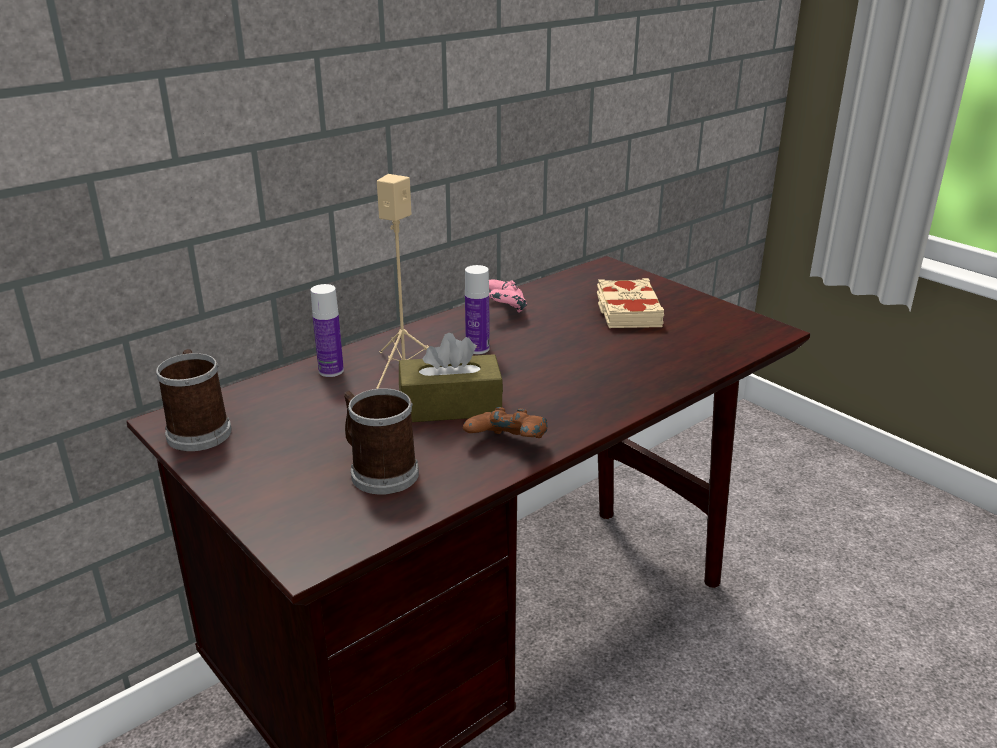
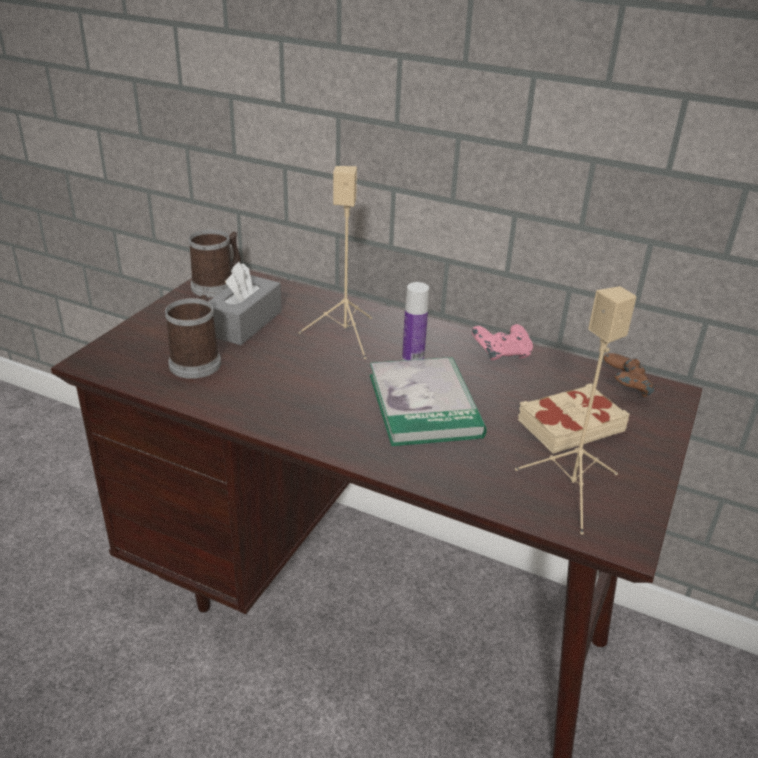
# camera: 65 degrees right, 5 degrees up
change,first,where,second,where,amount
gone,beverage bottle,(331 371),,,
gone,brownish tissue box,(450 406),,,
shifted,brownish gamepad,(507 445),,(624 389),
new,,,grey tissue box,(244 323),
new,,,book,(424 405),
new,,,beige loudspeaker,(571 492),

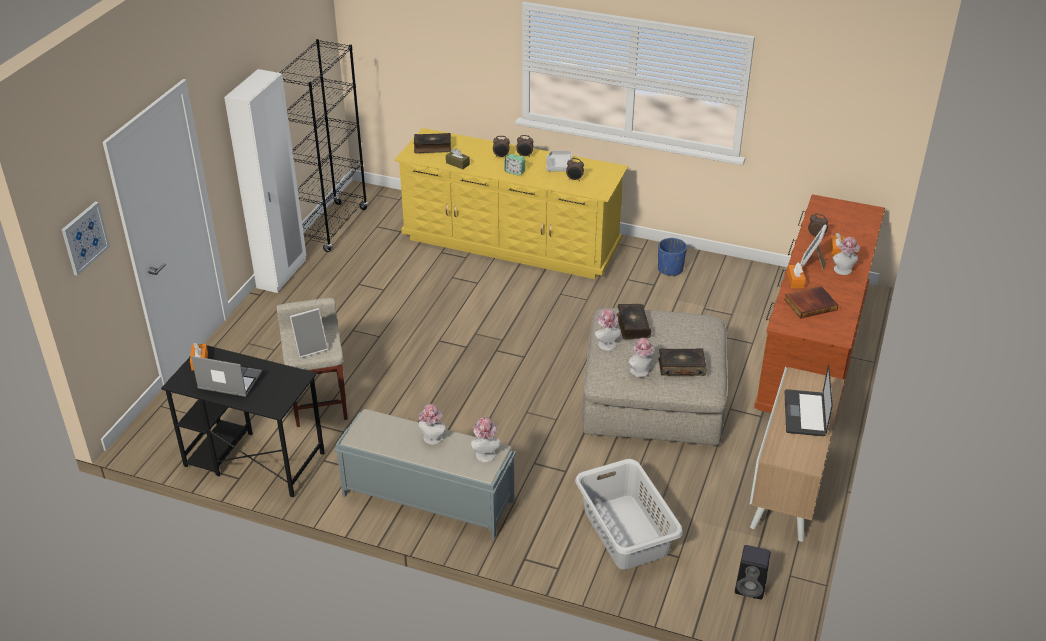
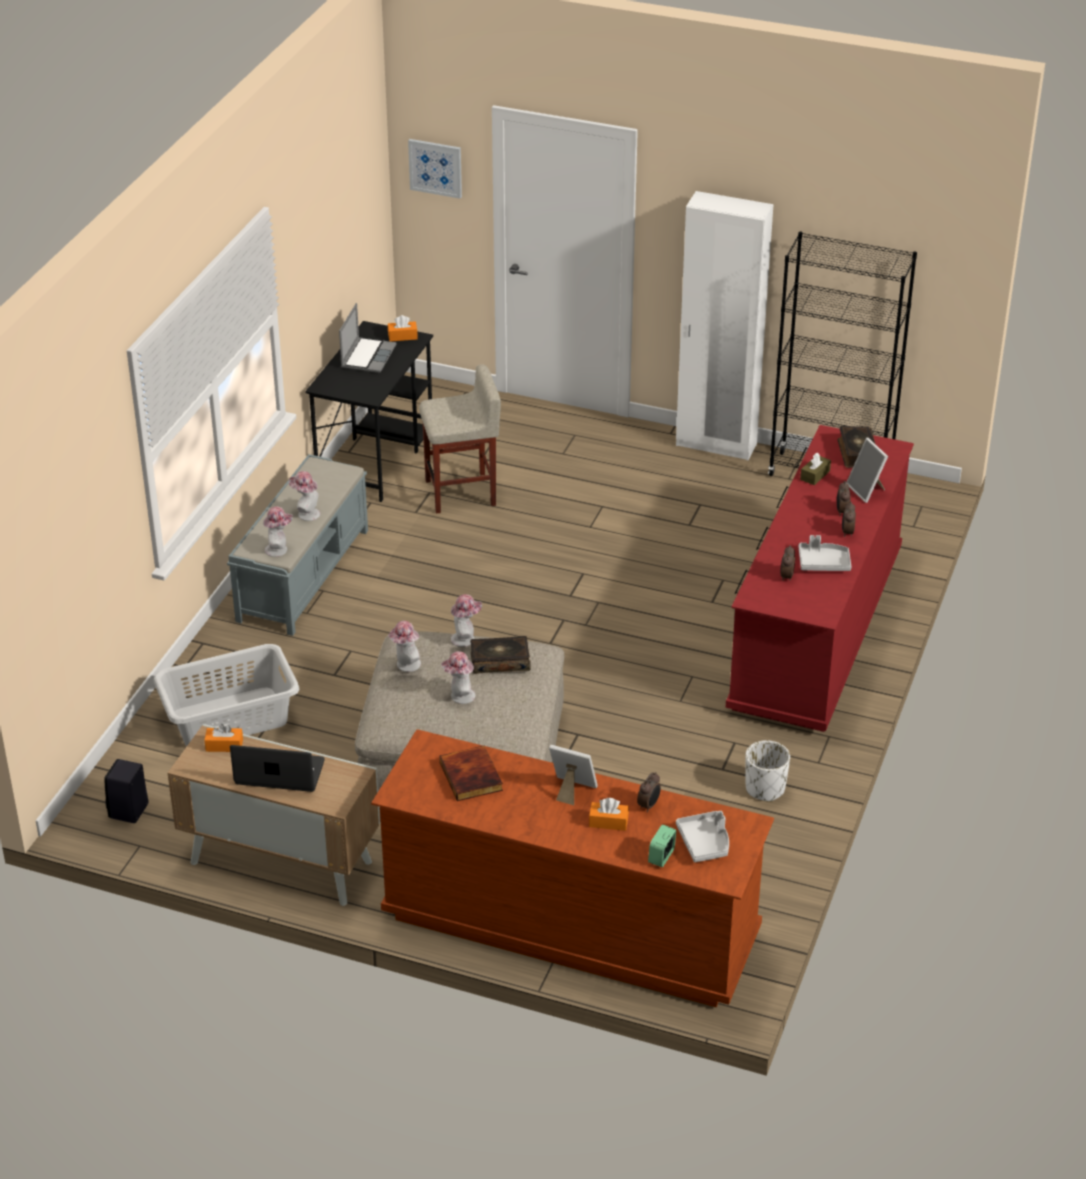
# camera: 90 degrees right, 0 degrees up
change,first,where,second,where,amount
shifted,picture frame,(311 348),,(867 490),
repainted,yellowish drawer chest,(511 242),reddish drawer chest,(815 631),
shifted,alarm clock,(515 172),,(661 857),
repainted,bluish flower pot,(670 269),white flower pot,(765 789),
gone,book,(681 367),,,
shifted,orangey tissue box,(795 281),,(224 745),
shifted,clothing hat,(843 271),,(459 696),
new,,,grey tray,(705 843),

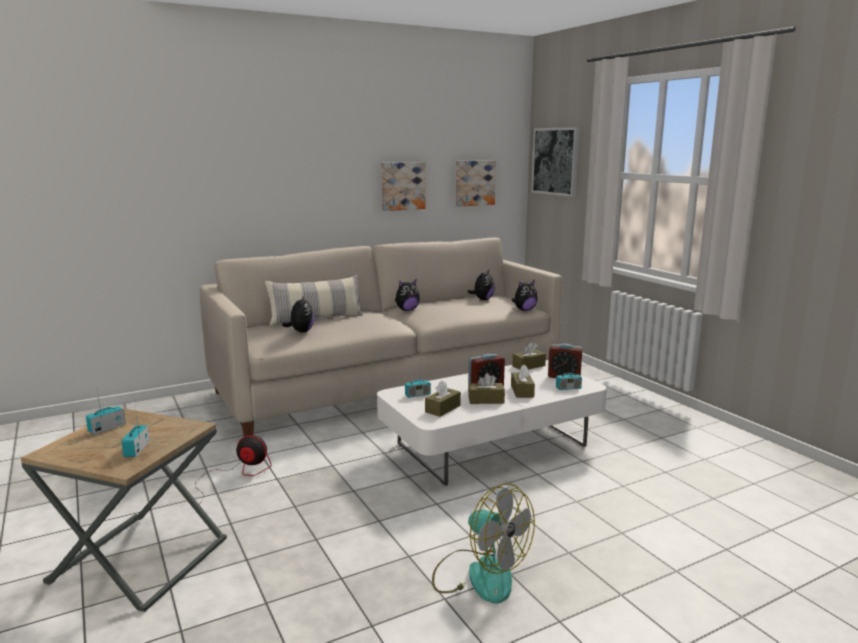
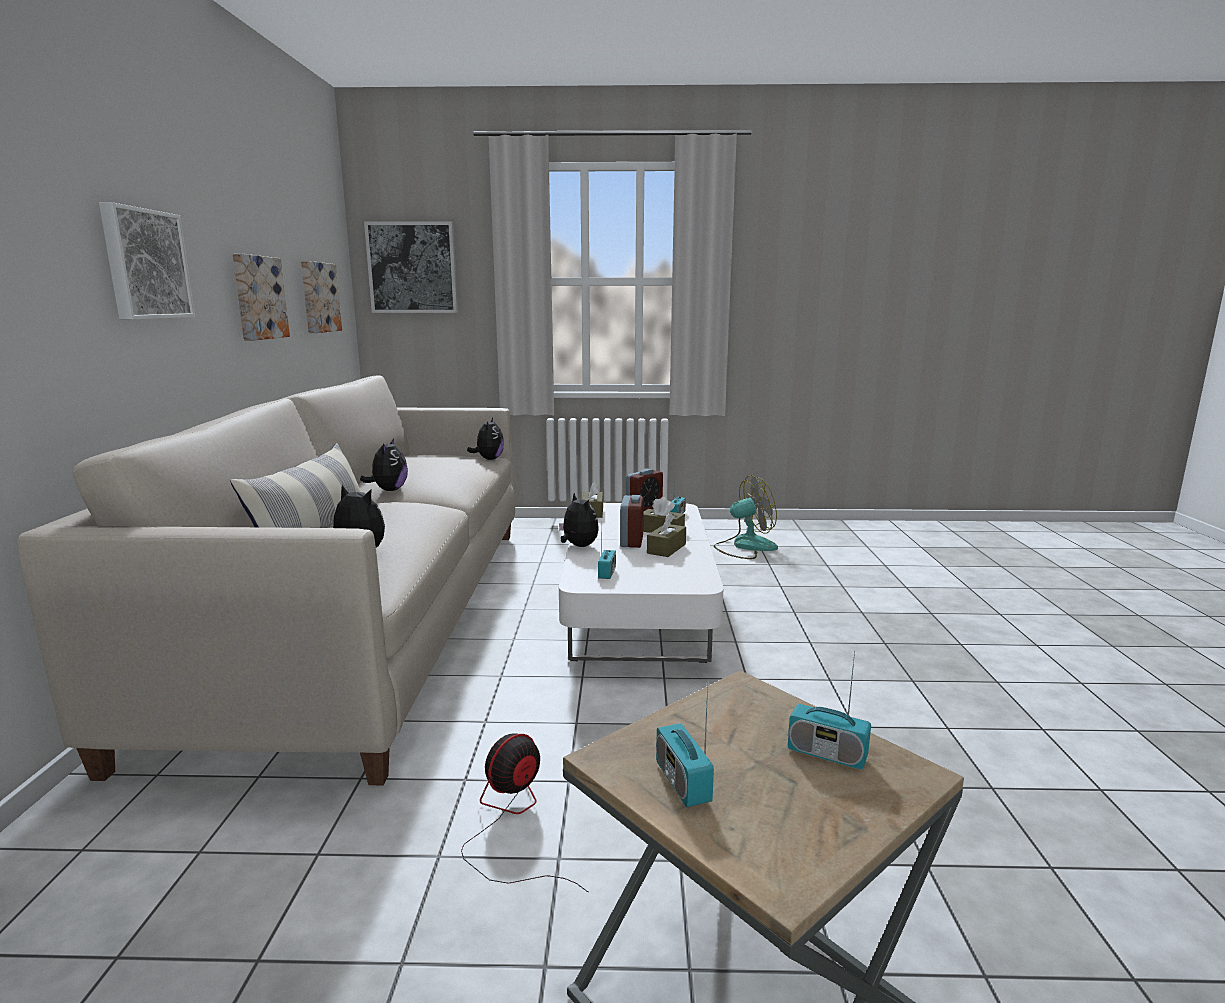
# camera: 60 degrees left, 0 degrees up
change,first,where,second,where,amount
gone,brownish tissue box,(442 409),,,
shifted,cooling fan,(479 574),,(745 546),
shifted,cuddly toy,(482 299),,(578 546),
new,,,picture,(144 264),

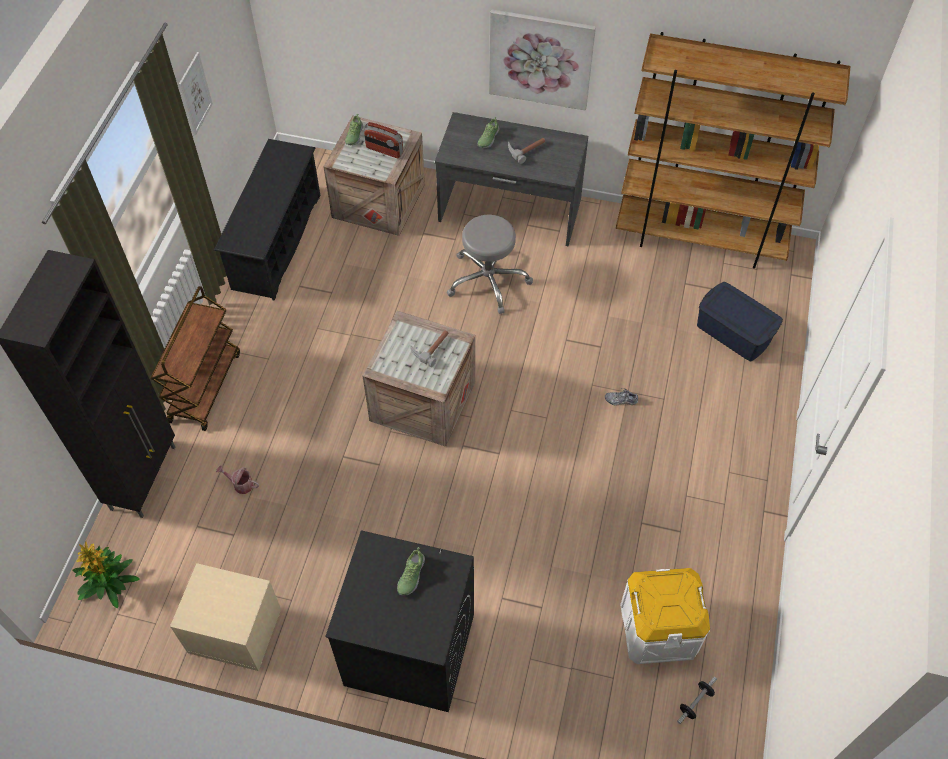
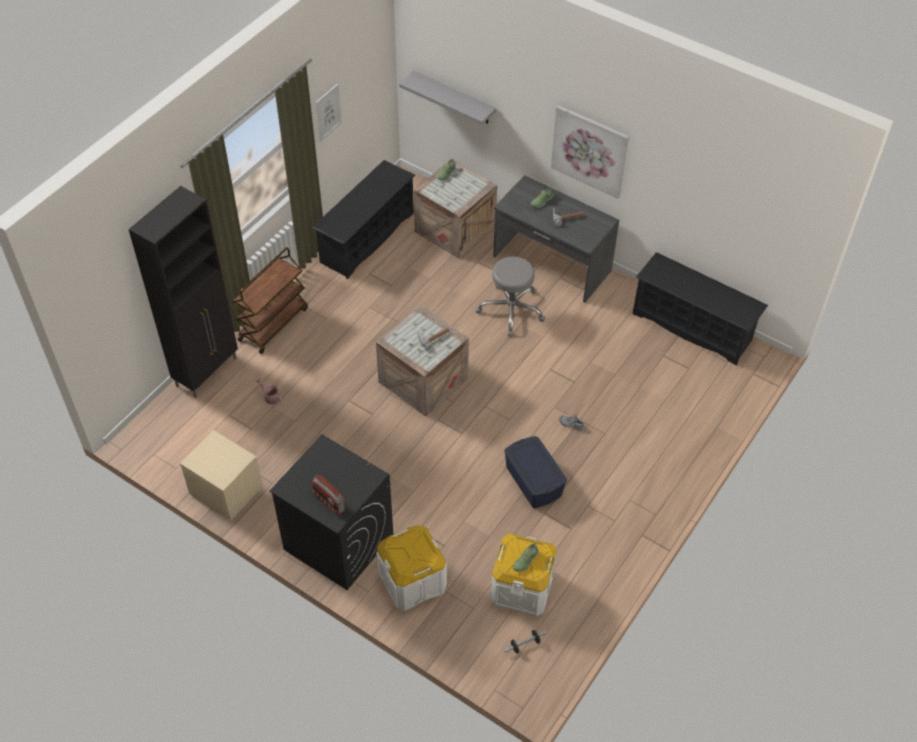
# camera: 20 degrees right, 5 degrees down
change,first,where,second,where,amount
gone,plant in a pot,(110 583),,,
shifted,radio receiver,(384 150),,(329 501),
shifted,item of footwear,(410 576),,(525 560),
swapped,brownish bookcase,(700 240),black shoe stand,(692 327),
shifted,bluish storage bin,(734 332),,(533 481),
new,,,white storage bin,(412 581),
new,,,grey wall shelf,(454 98),

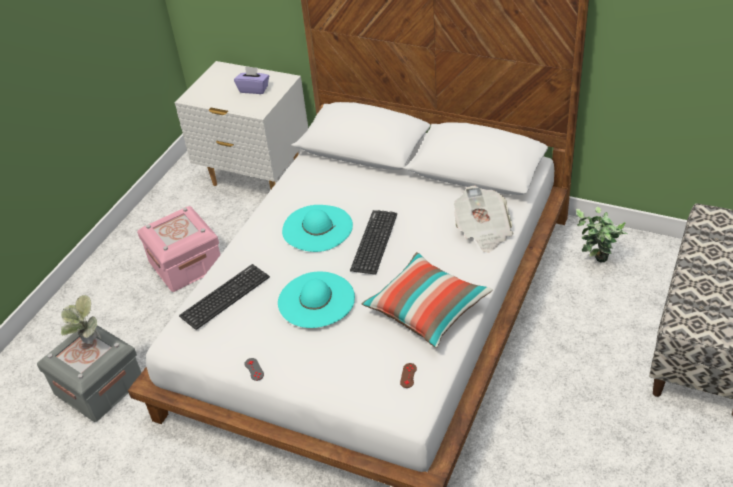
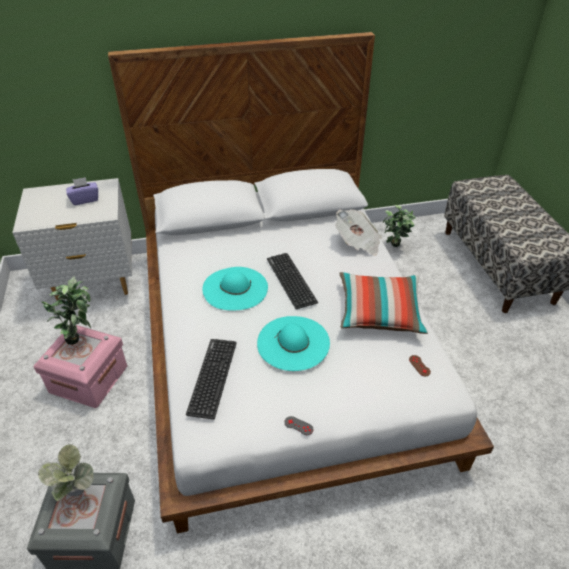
# camera: 40 degrees left, 0 degrees up
change,first,where,second,where,amount
new,,,plant in a pot,(80 336),

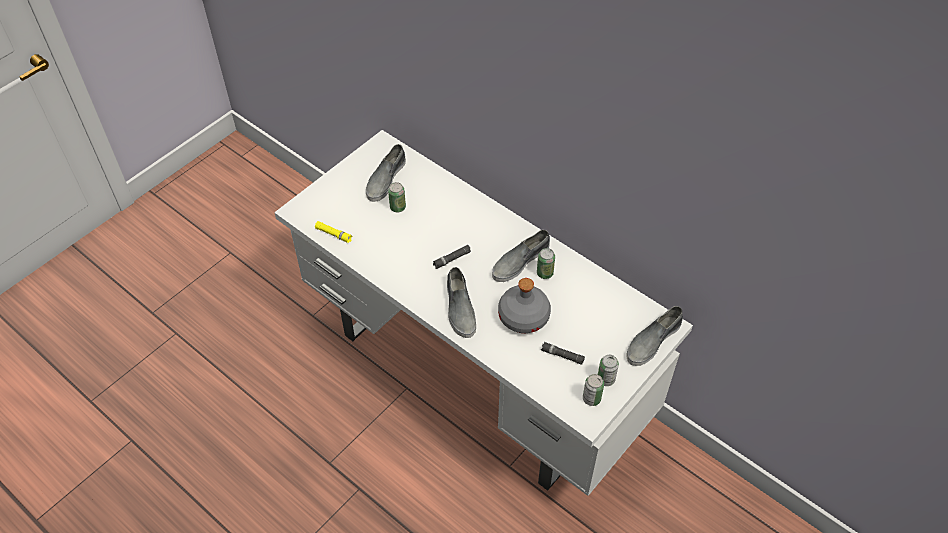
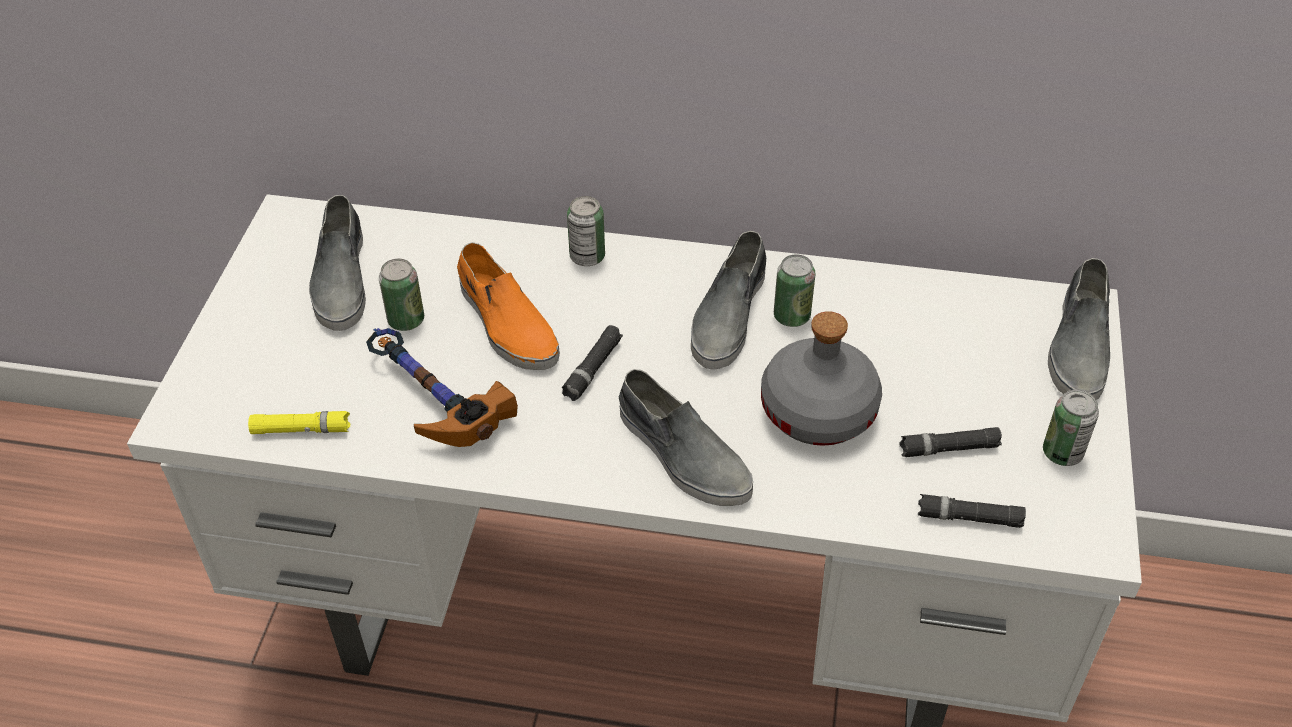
# camera: 30 degrees left, 5 degrees down
change,first,where,second,where,amount
shifted,sealed can,(591 398),,(587 257),
new,,,hammer,(428 397),
new,,,orangey item of footwear,(506 323),
new,,,black torch,(969 517),

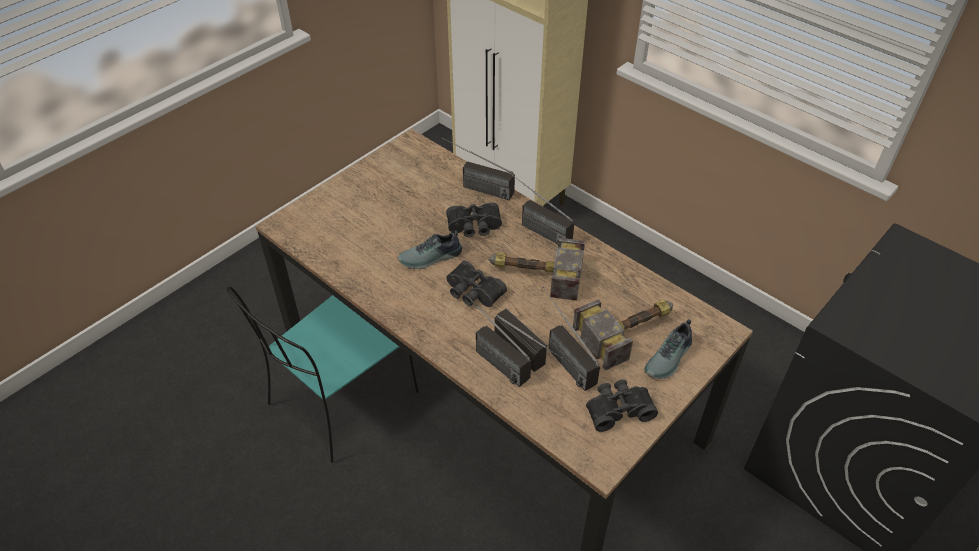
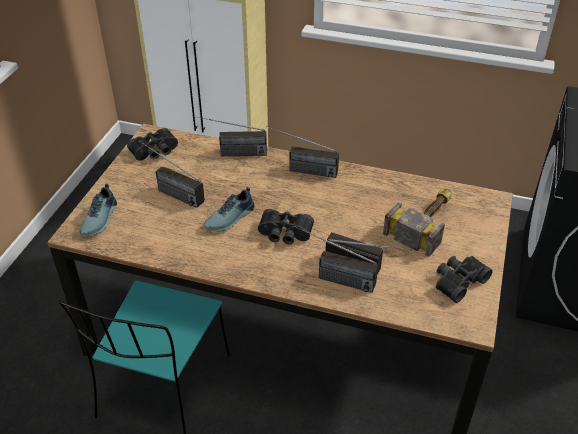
# camera: 25 degrees left, 5 degrees down
change,first,where,second,where,amount
shifted,black pair of binoculars,(474 227),,(155 152),
gone,hammer,(533 274),,,
shifted,radio receiver,(560 356),,(170 192),
shifted,item of footwear,(670 358),,(101 219),

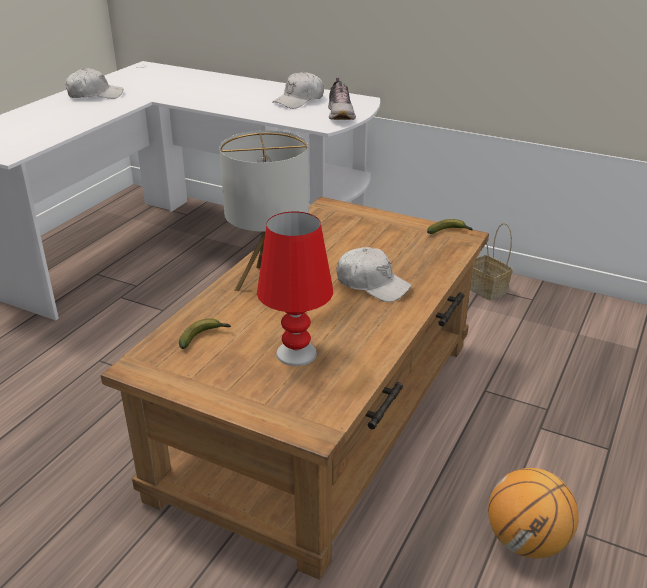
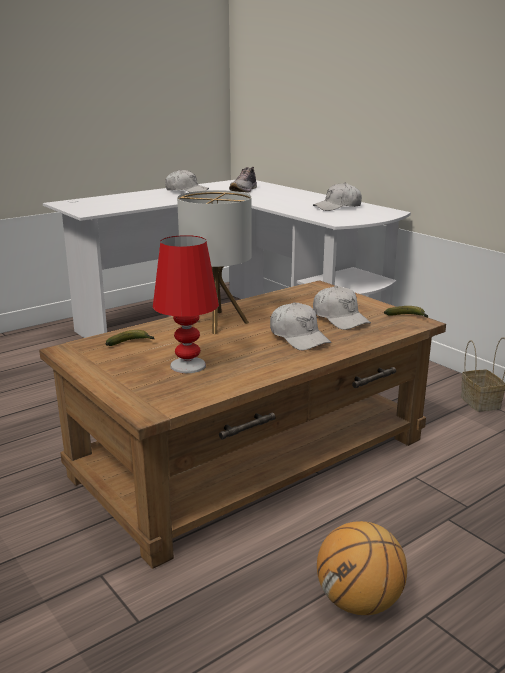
# camera: 25 degrees right, 10 degrees down
change,first,where,second,where,amount
shifted,item of footwear,(341 114),,(244 190),
new,,,white peaked cap,(340 318),

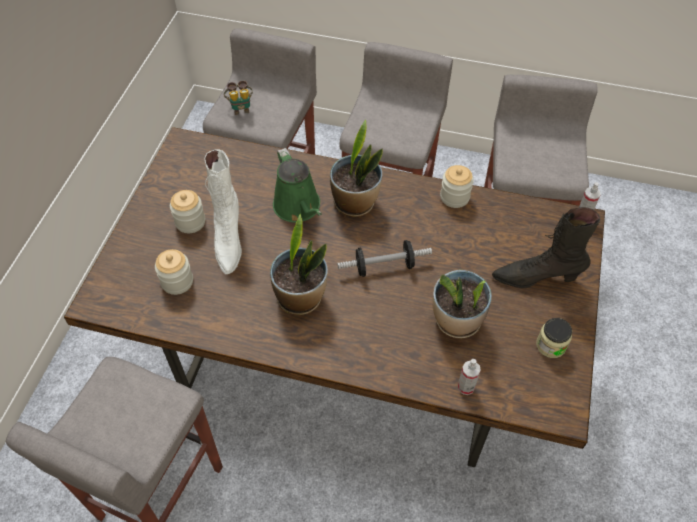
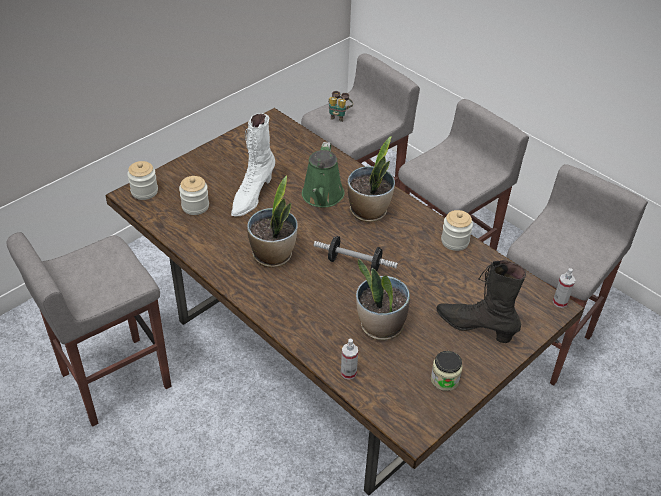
# camera: 30 degrees right, 10 degrees down
change,first,where,second,where,amount
shifted,jar,(190 222),,(144 191),

